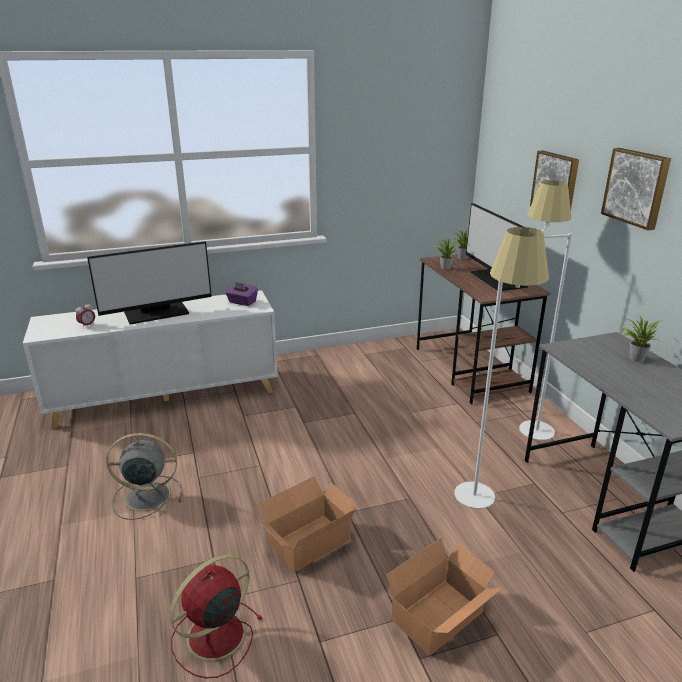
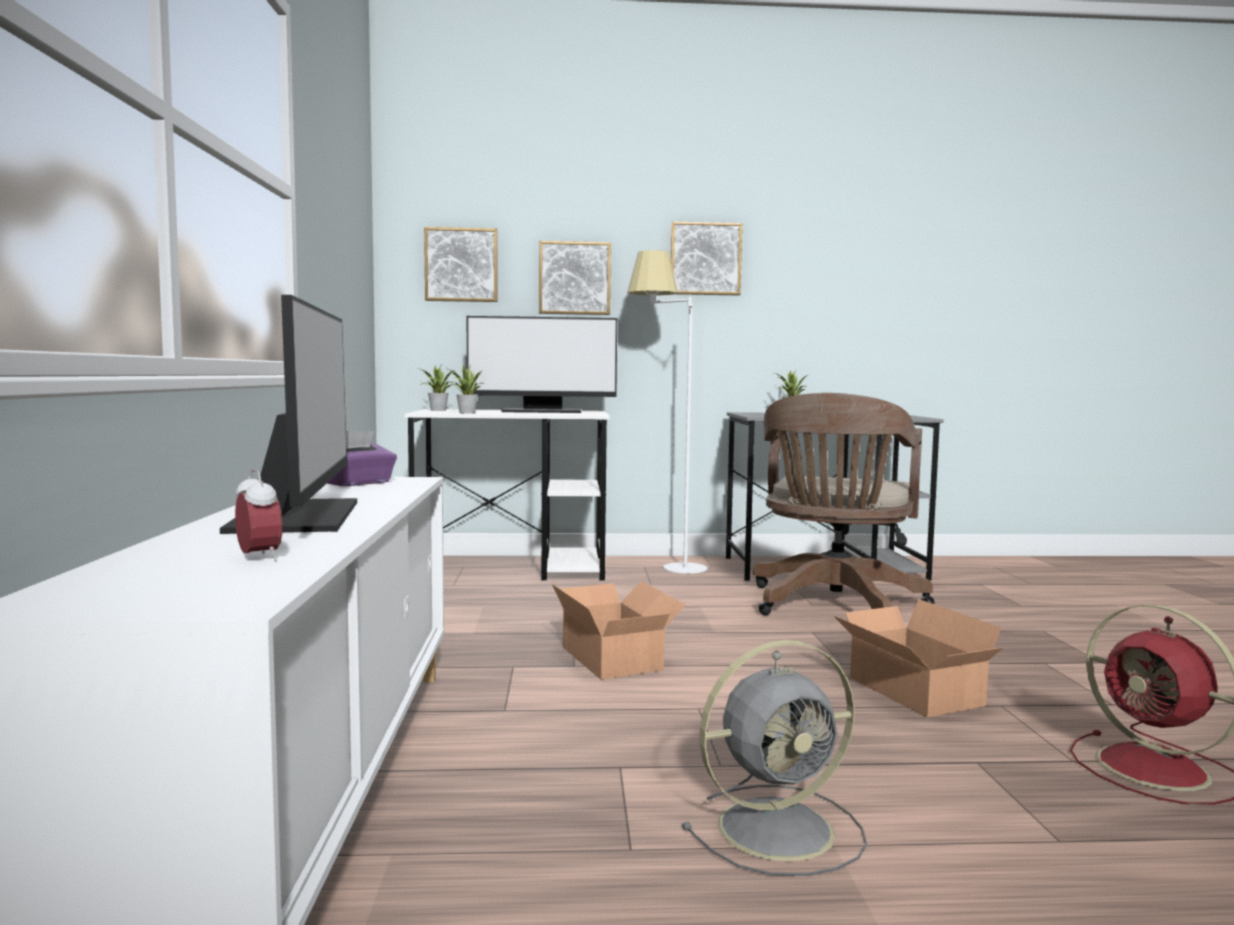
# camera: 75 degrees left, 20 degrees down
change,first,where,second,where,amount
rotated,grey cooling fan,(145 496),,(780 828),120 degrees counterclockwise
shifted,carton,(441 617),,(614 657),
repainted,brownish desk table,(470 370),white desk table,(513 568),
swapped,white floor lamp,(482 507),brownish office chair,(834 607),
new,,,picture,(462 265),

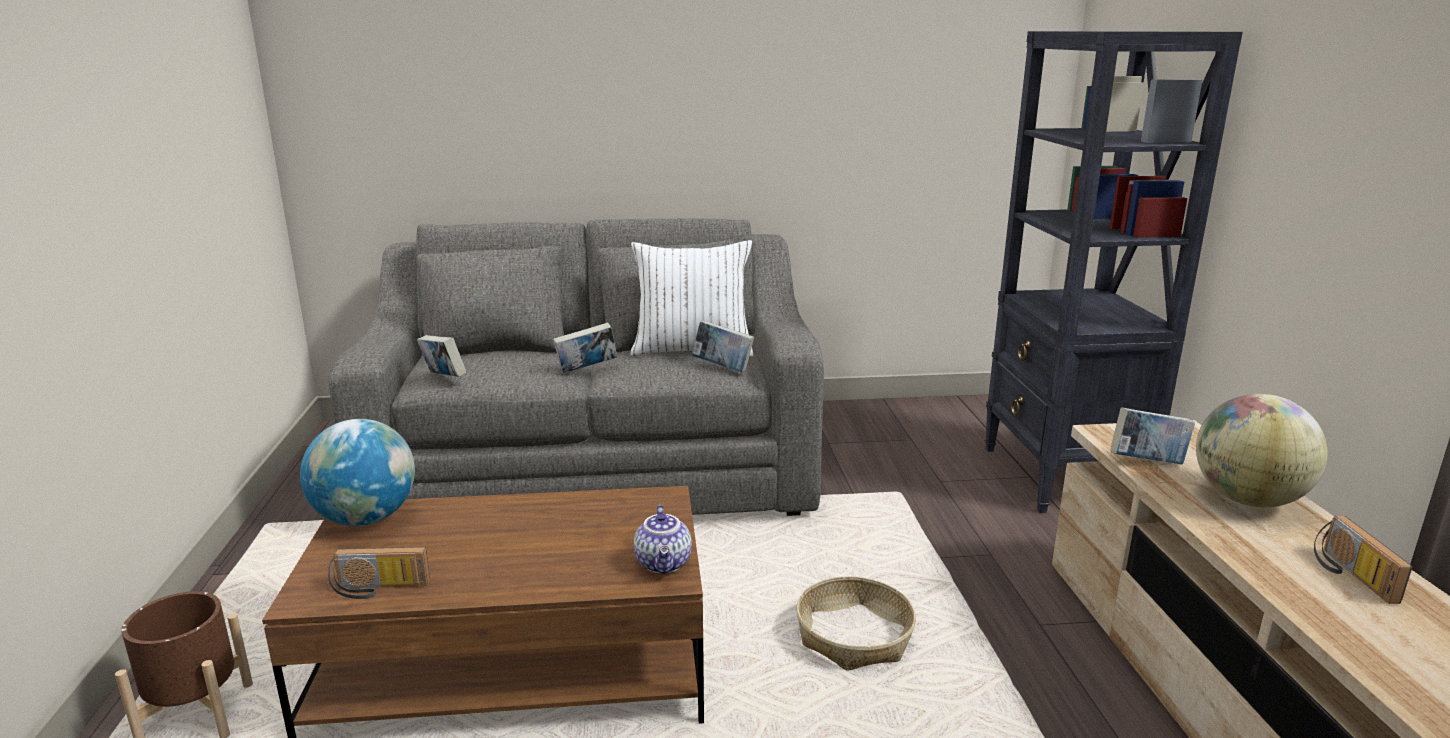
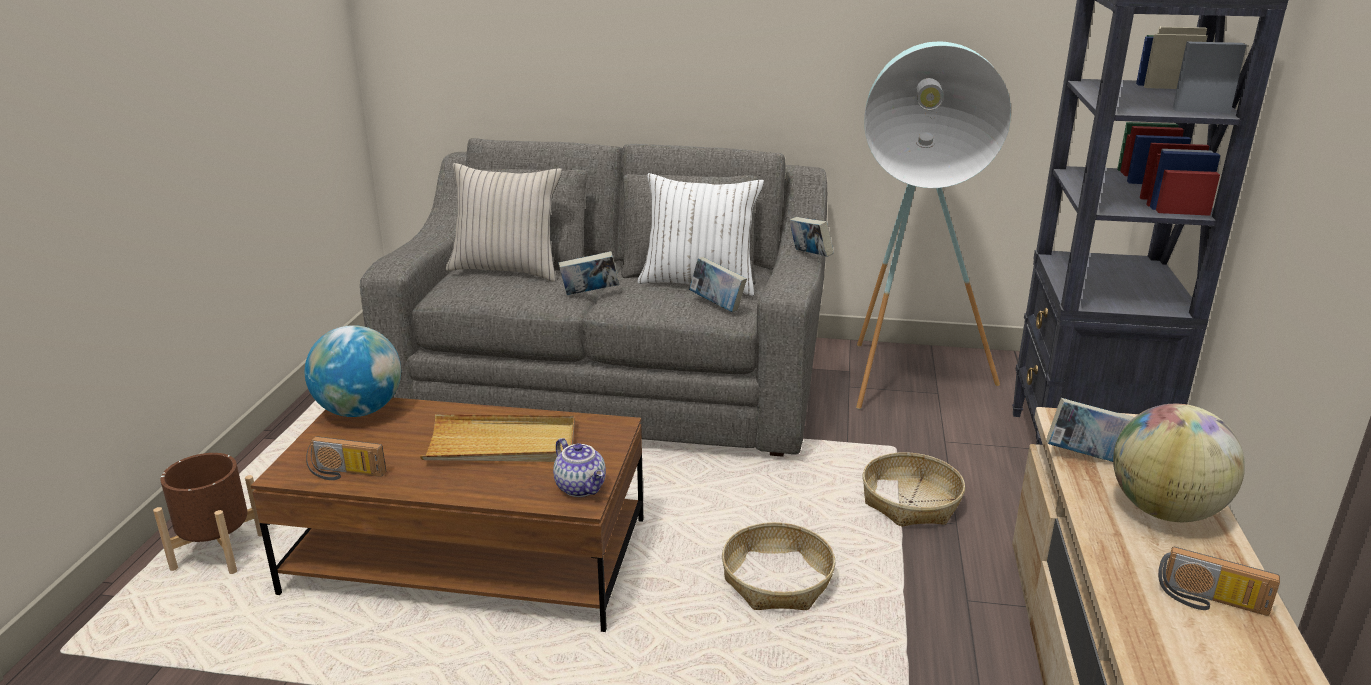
# camera: 15 degrees right, 5 degrees up
change,first,where,second,where,amount
shifted,book,(444 378),,(809 256),
rotated,teapot,(664 563),,(582 487),45 degrees counterclockwise
rotated,radio receiver,(1349 574),,(1210 602),75 degrees counterclockwise
new,,,beige tray,(502 445),
new,,,beige cushion,(507 269),
new,,,turquoise-coloured floor lamp,(903 392),
new,,,household basket,(910 502),

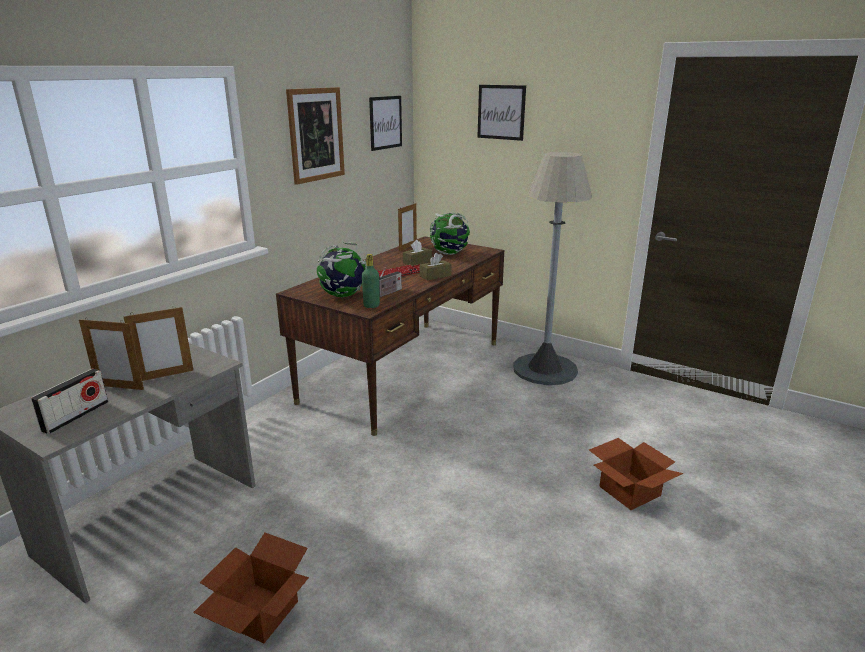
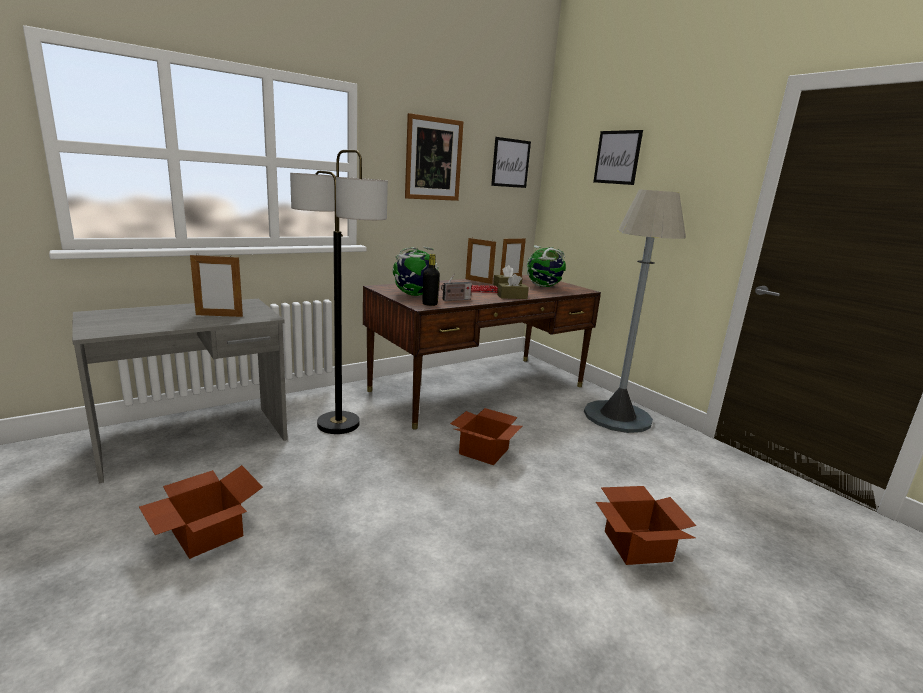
# camera: 20 degrees right, 5 degrees down
change,first,where,second,where,amount
gone,radio receiver,(76 416),,,
shifted,picture frame,(119 387),,(478 281),
repainted,greenish beverage bottle,(371 305),black beverage bottle,(430 304),
new,,,floor lamp,(338 424),
new,,,carton,(485 451),

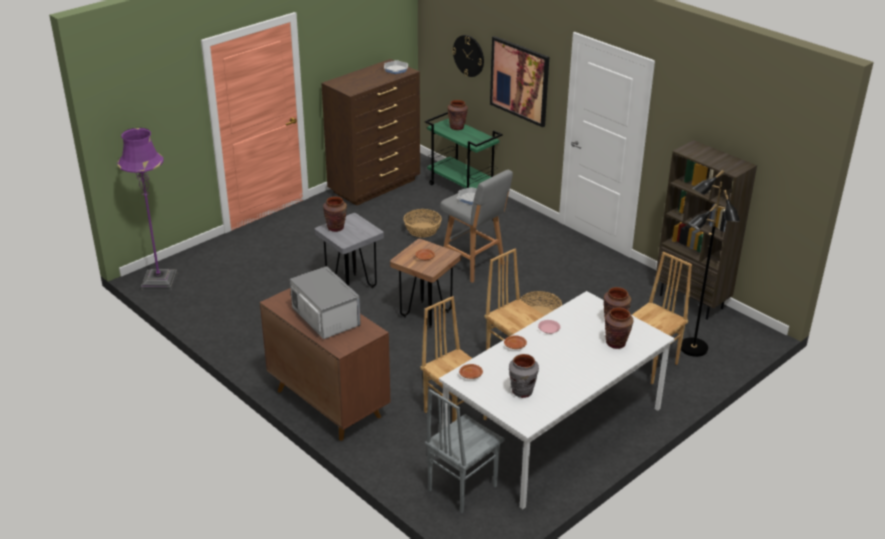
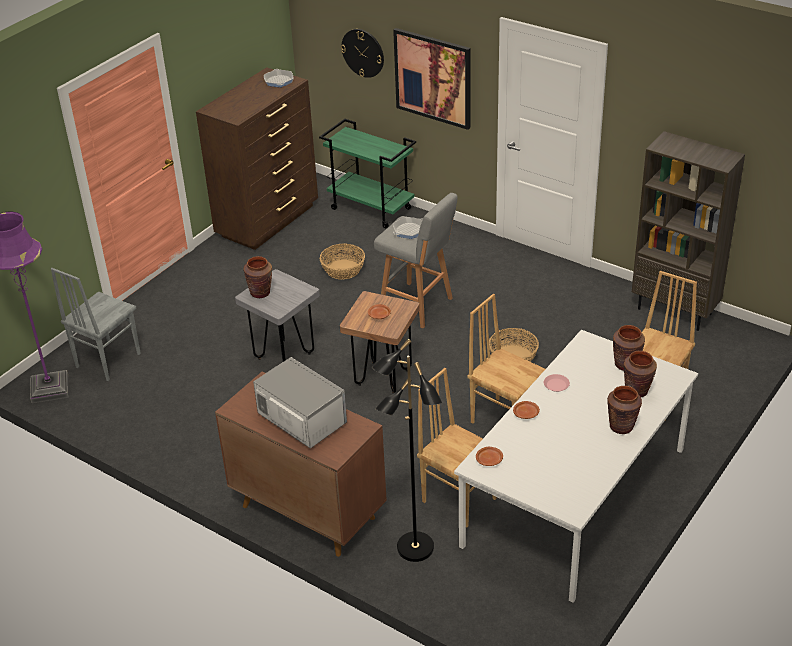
# camera: 10 degrees left, 5 degrees up
change,first,where,second,where,amount
shifted,grey plain chair,(461 488),,(107 360),
shifted,brownish flower vase,(457 127),,(621 426),
gone,grey flower vase,(522 391),,,
shifted,black floor lamp,(693 348),,(414 548),

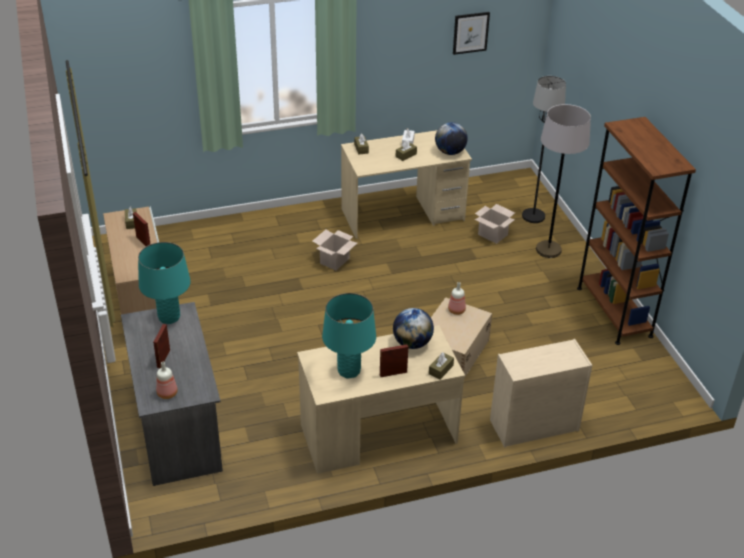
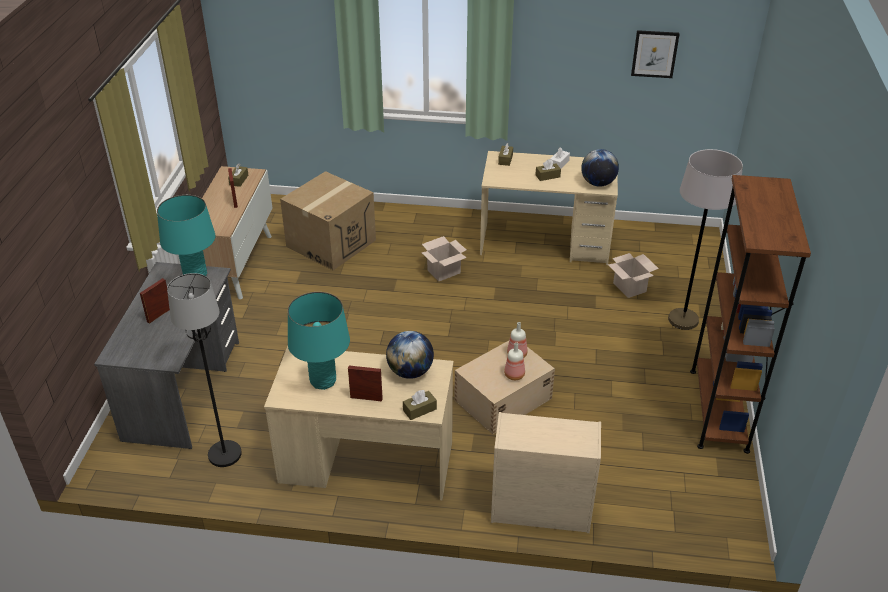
# camera: 25 degrees right, 0 degrees up
change,first,where,second,where,amount
shifted,beverage bottle,(168 393),,(515 375),
shifted,black floor lamp,(533 216),,(225 454),
new,,,carton,(331 243),

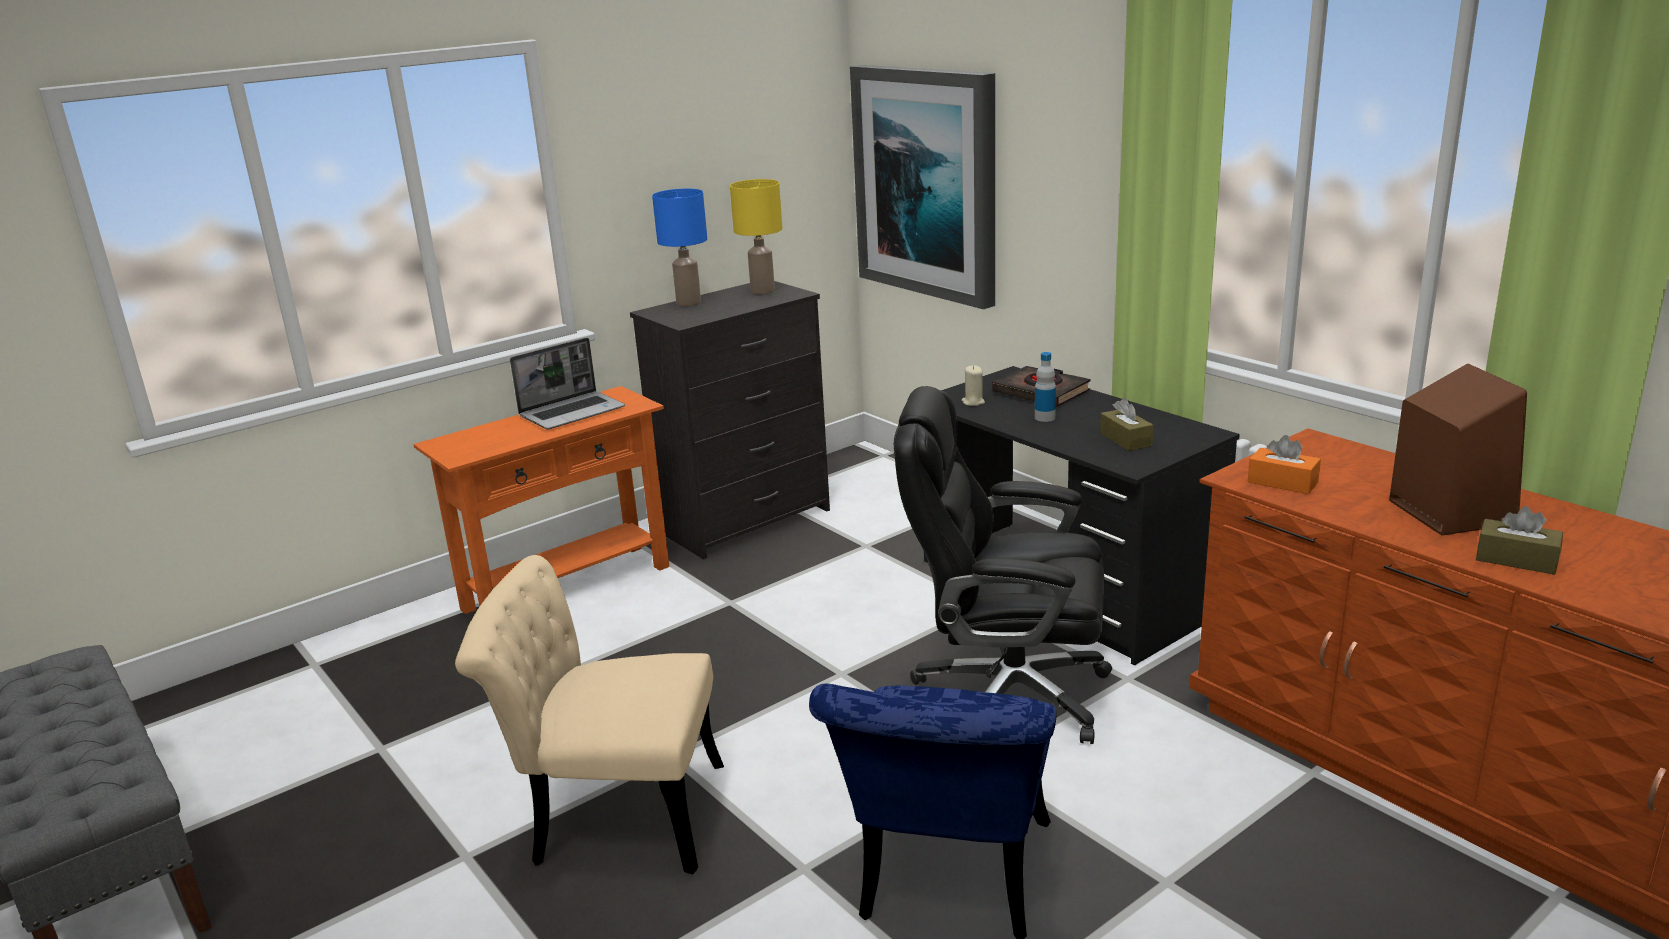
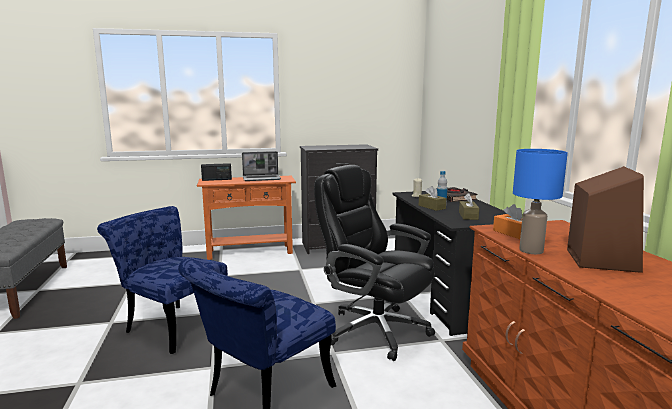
# camera: 25 degrees right, 10 degrees down
change,first,where,second,where,amount
repainted,beige plain chair,(612 815),bluish plain chair,(171 325),
shifted,bluish lamp for a table,(688 303),,(530 251),
gone,yellowish lamp for a table,(762 291),,,
gone,picture,(927 182),,,
shifted,brownish tissue box,(1516 559),,(432 207),
new,,,radio receiver,(217 179),

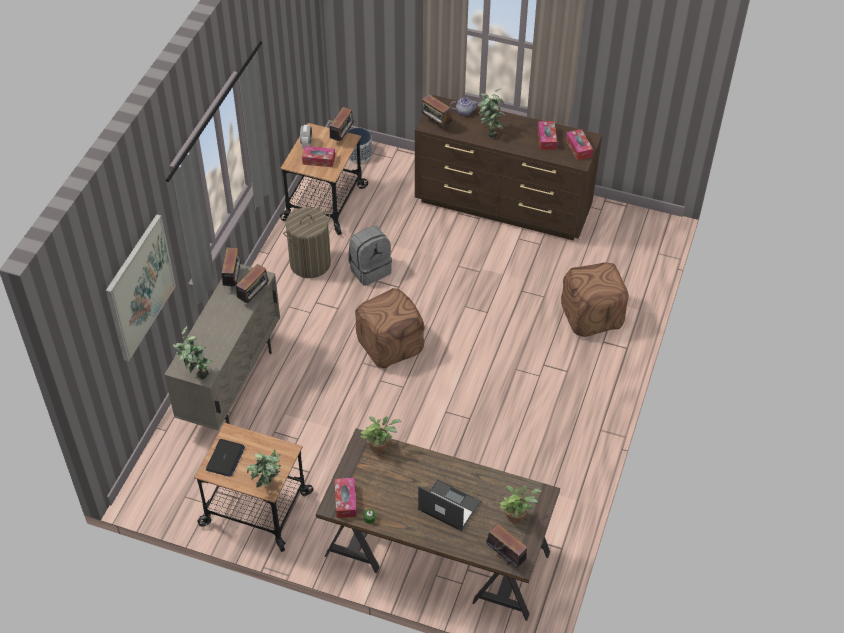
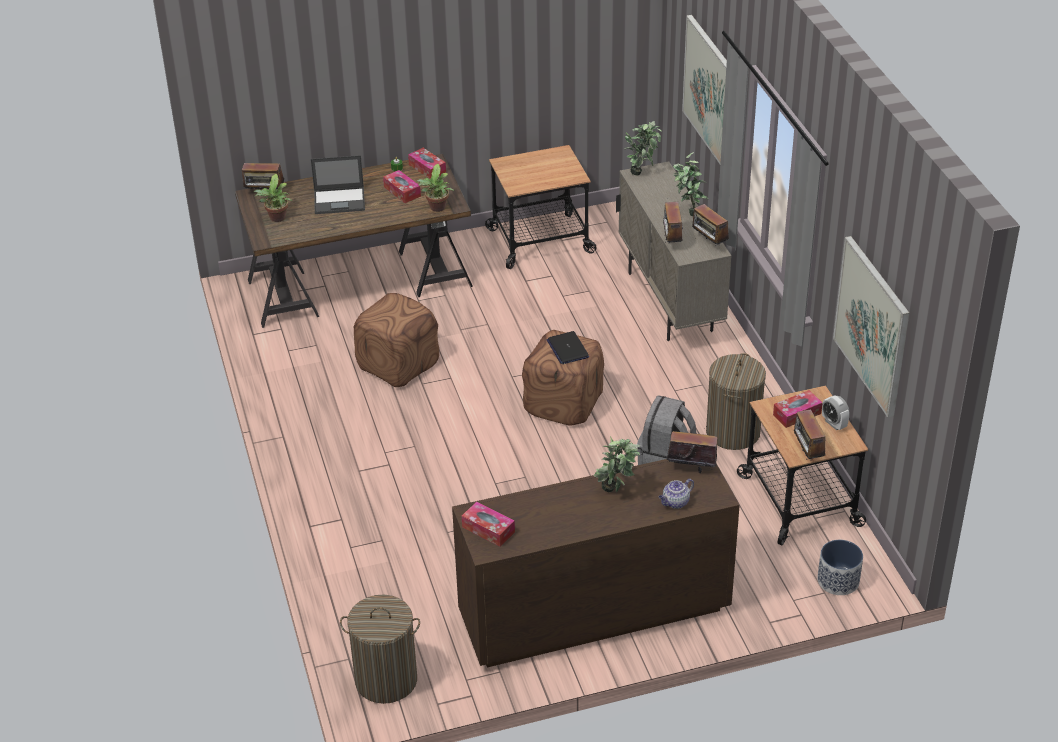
# camera: 145 degrees right, 10 degrees down
change,first,where,second,where,amount
shifted,portable computer,(225 458),,(567 348),
shifted,plant in a pot,(267 487),,(688 211),
shifted,tissue box,(546 139),,(402 191),
shifted,brownish footrest,(592 316),,(397 364),
new,,,laundry basket,(386 680),
new,,,picture,(872 325),

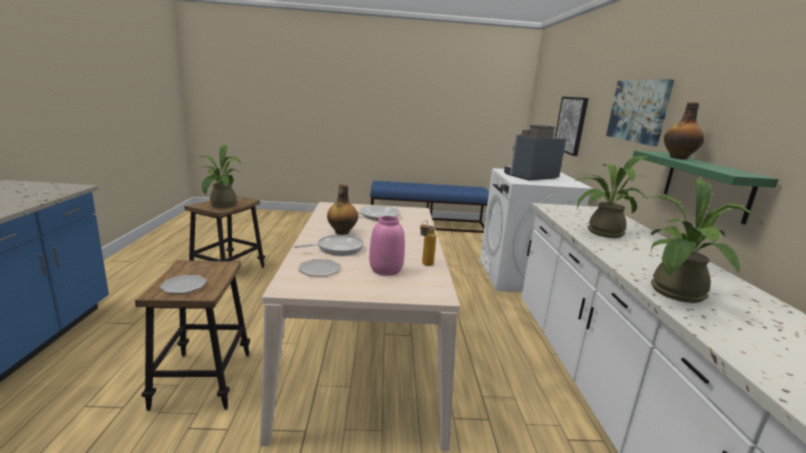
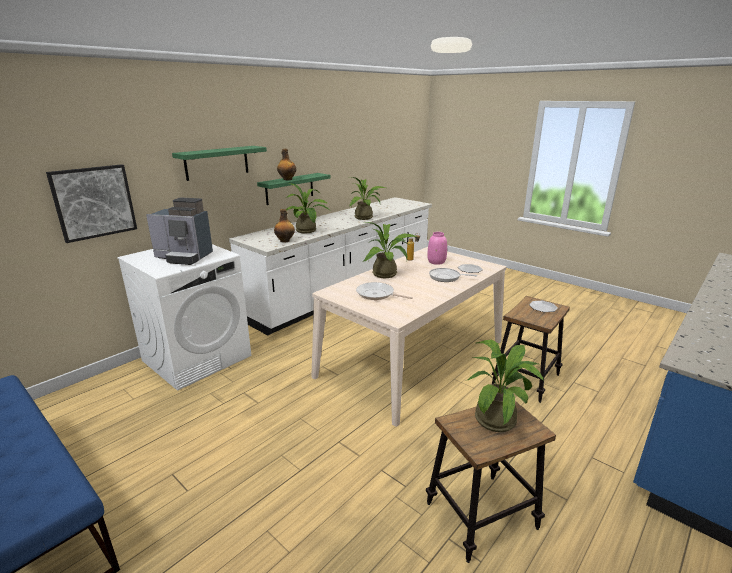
# camera: 135 degrees left, 5 degrees up
change,first,where,second,where,amount
shifted,beverage bottle,(341 232),,(285 241),
swapped,picture,(638 111),greenish wall shelf,(217 162),
new,,,plant in a pot,(388 274),

